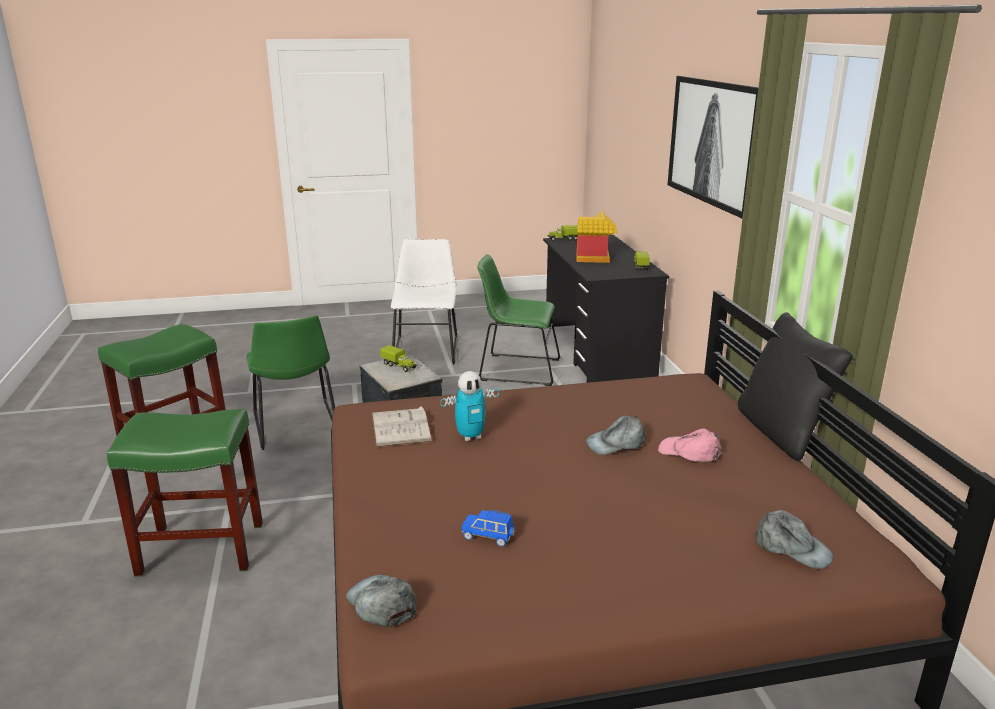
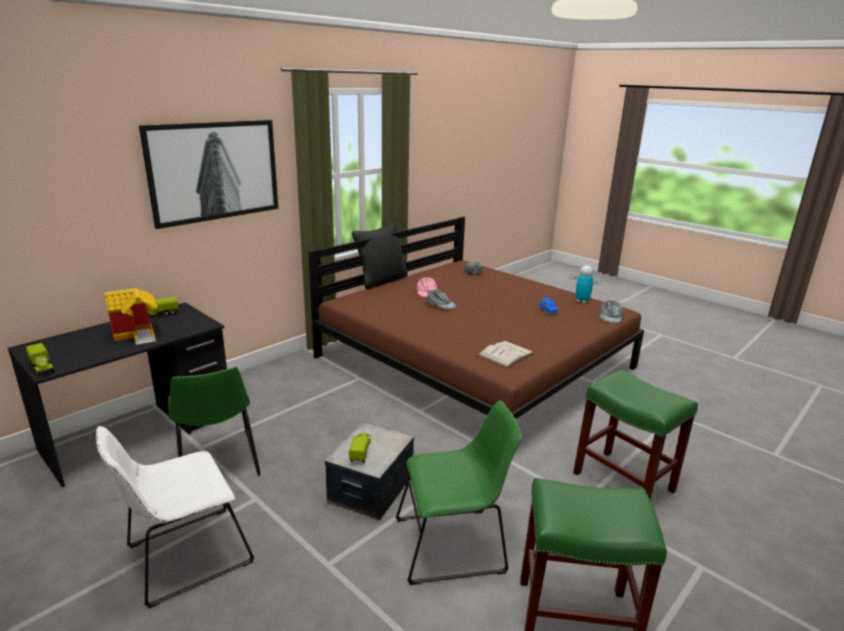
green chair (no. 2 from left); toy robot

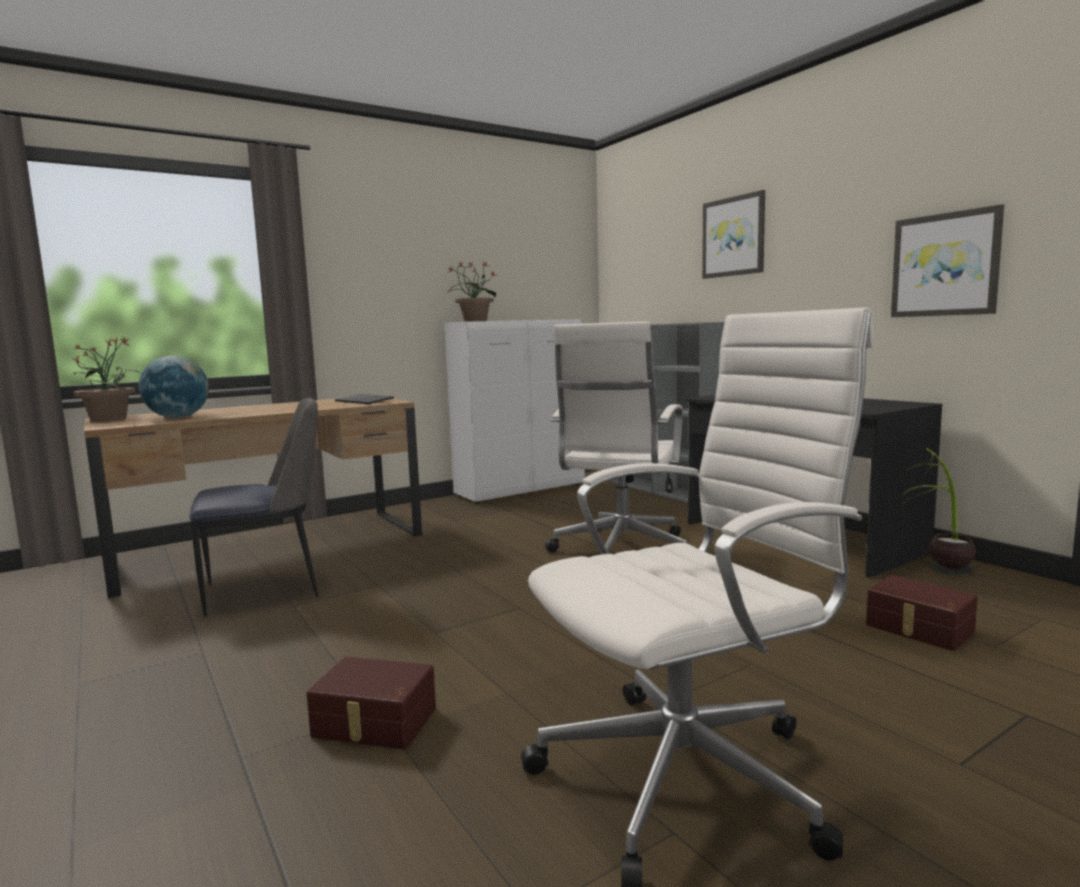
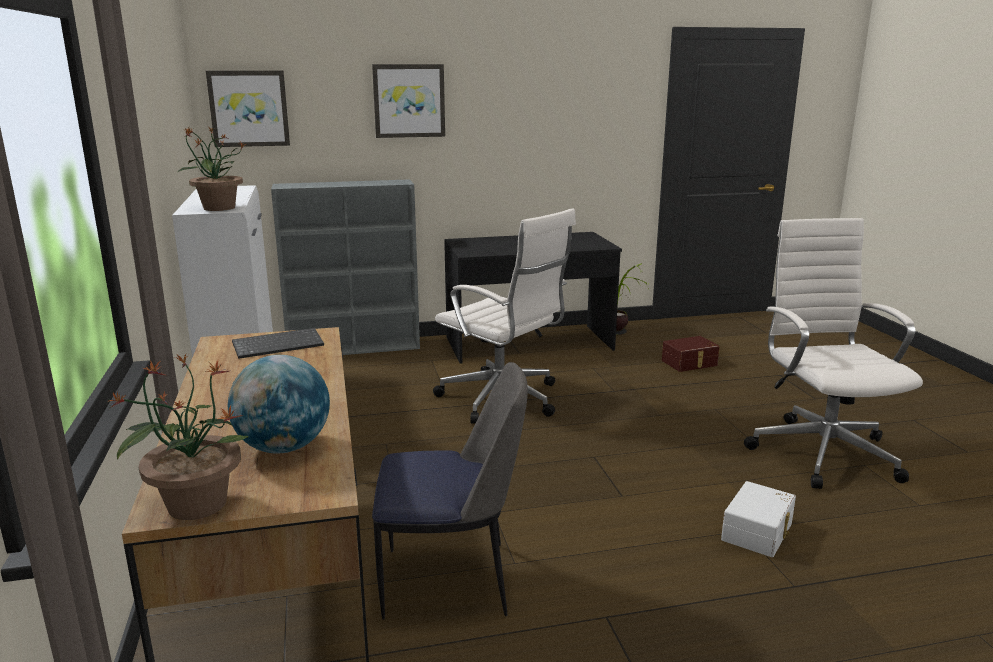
picture (no. 1 from left); chair; white storage box

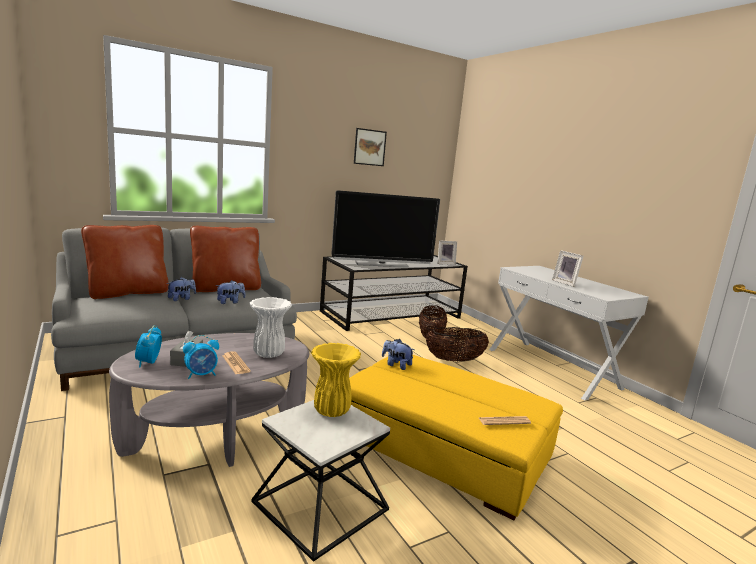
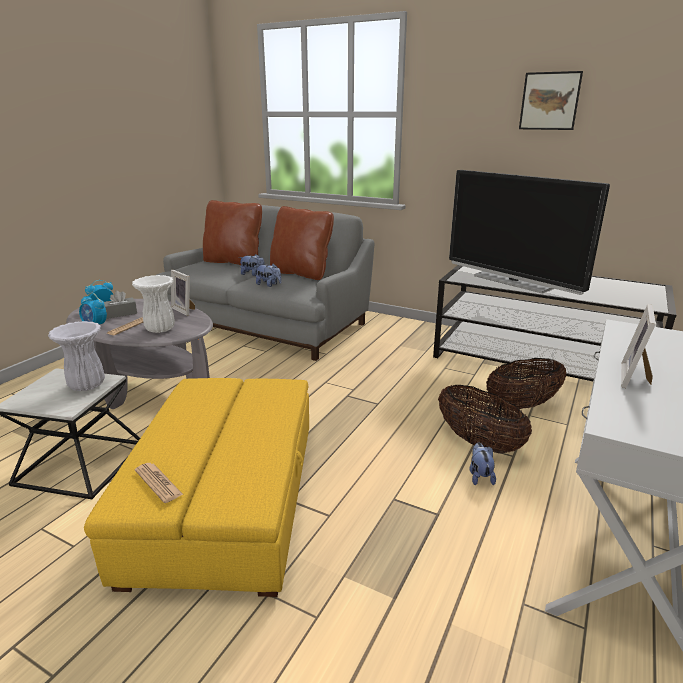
picture frame (no. 1 from left); plush toy (no. 3 from left); white vase (no. 1 from left)

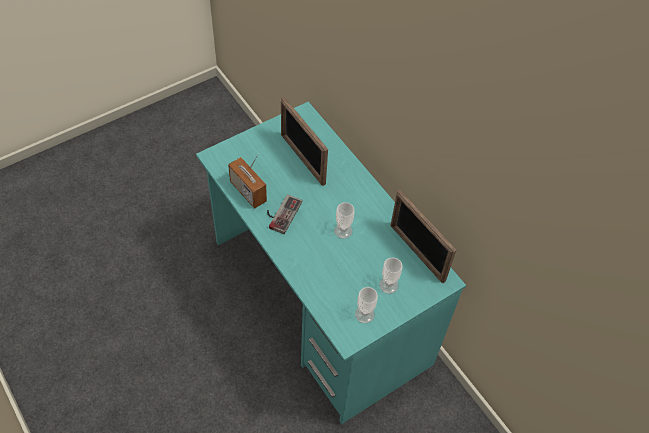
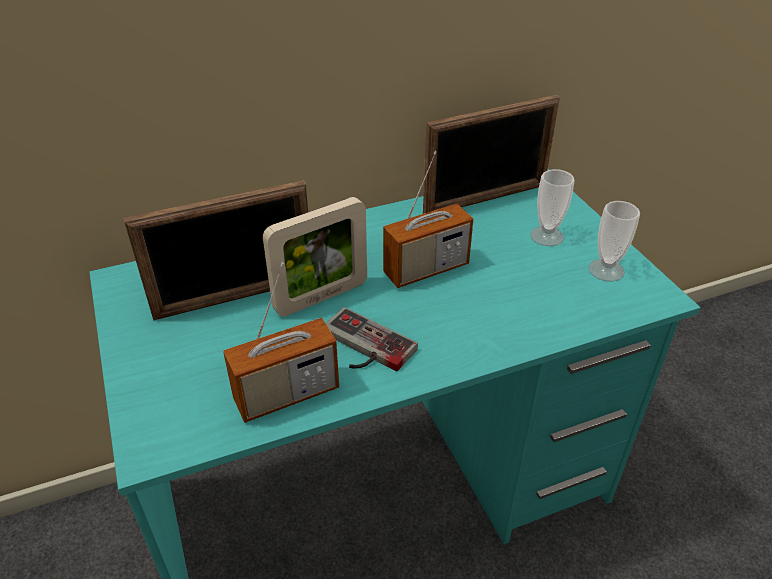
radio (no. 2 from left); picture frame (no. 2 from left)

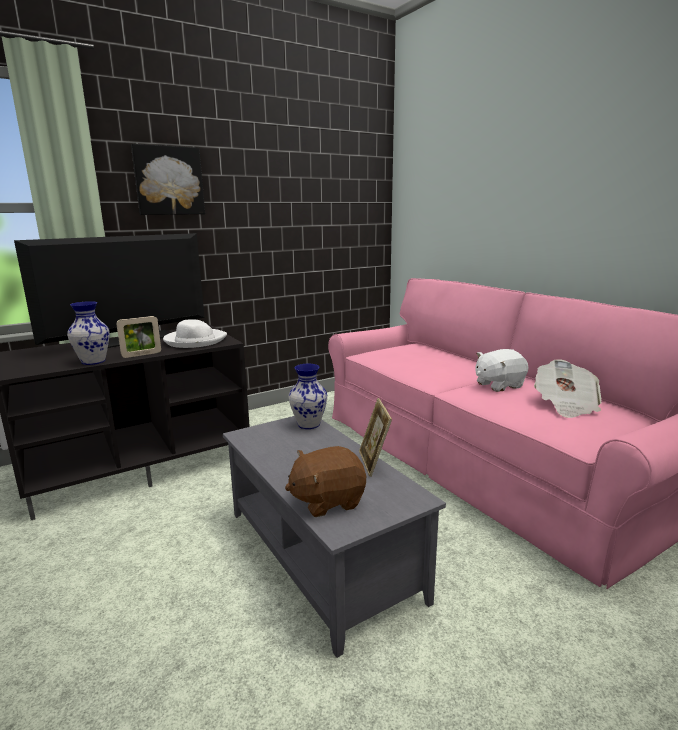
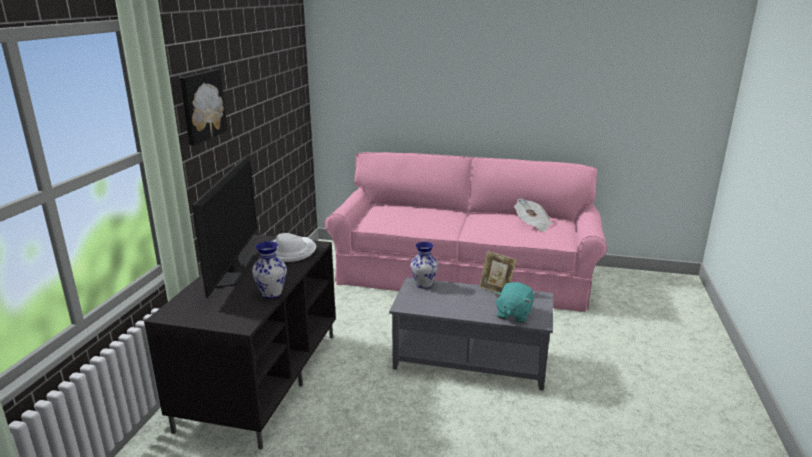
picture frame (no. 1 from left in the first image); white plush toy; turquoise plush toy

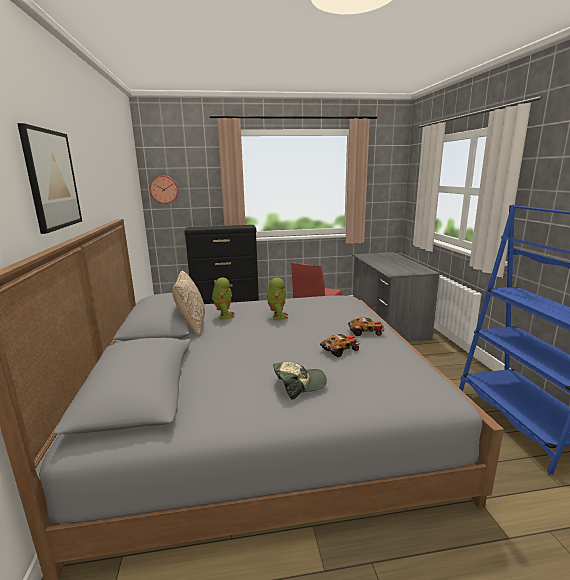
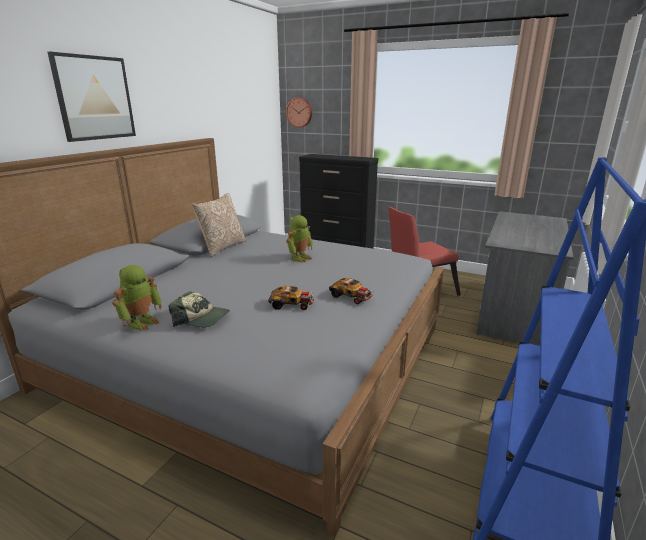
toy robot (no. 1 from left)

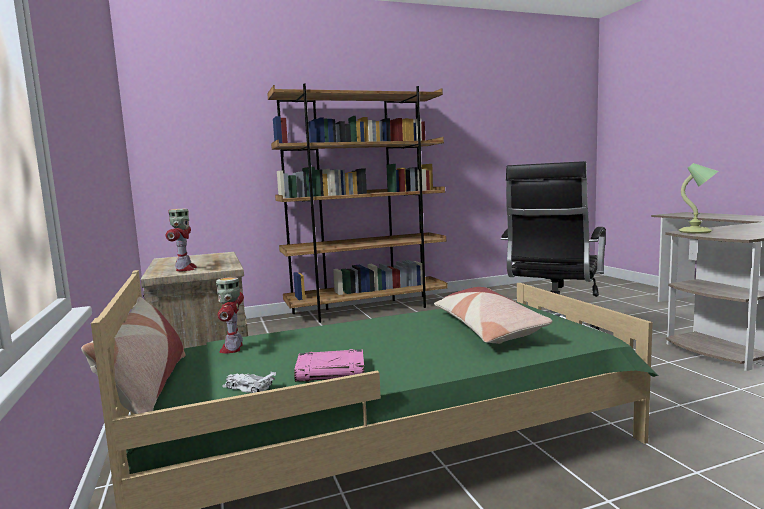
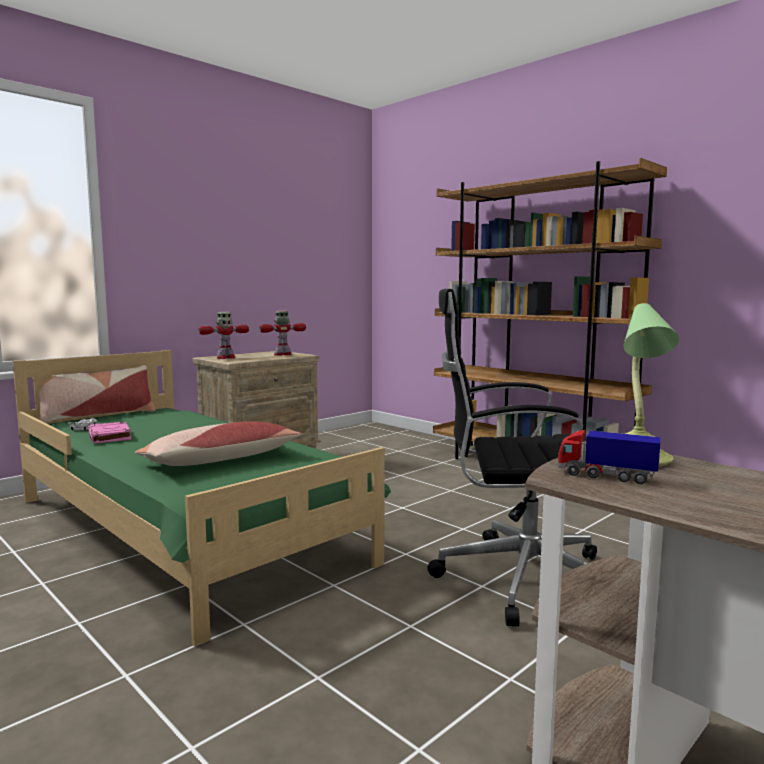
toy robot (no. 2 from left); toy truck

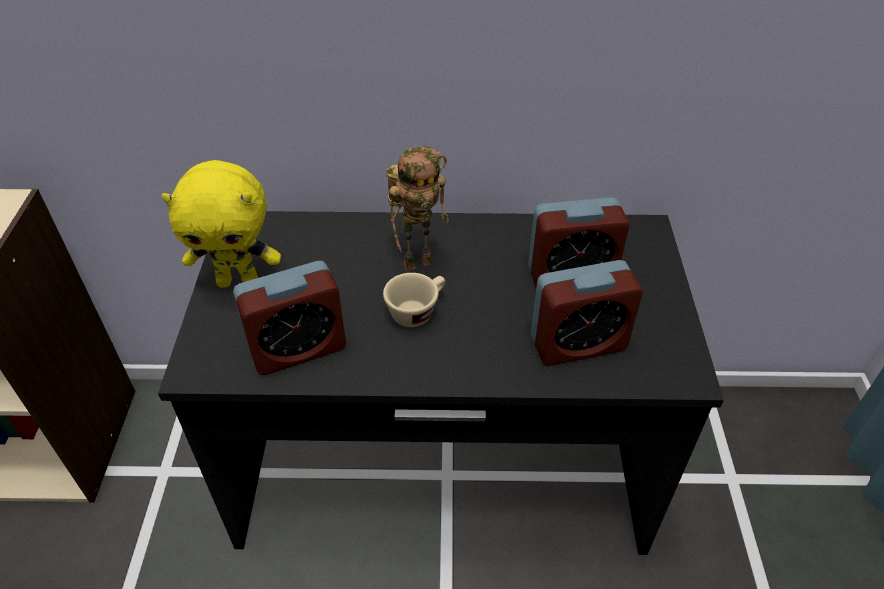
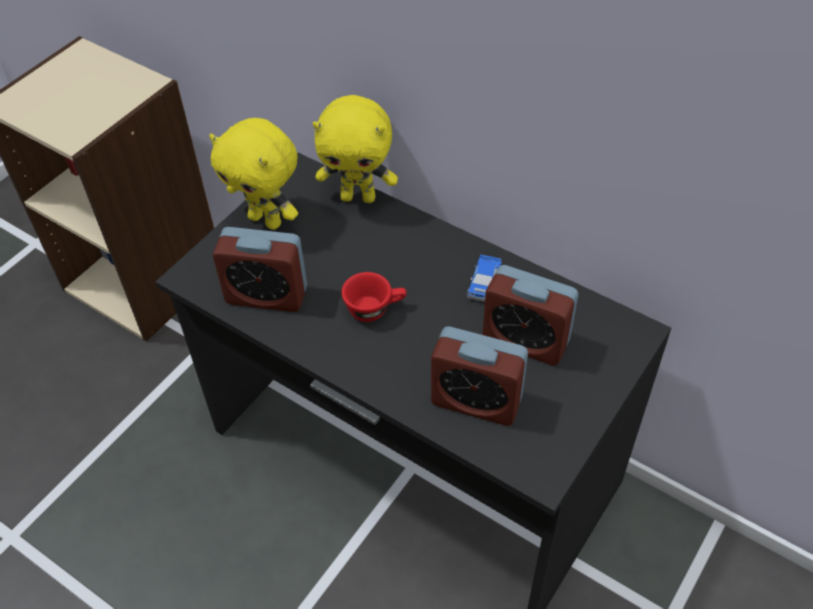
toy robot; red cup; yellow plush toy (no. 2 from left); toy car

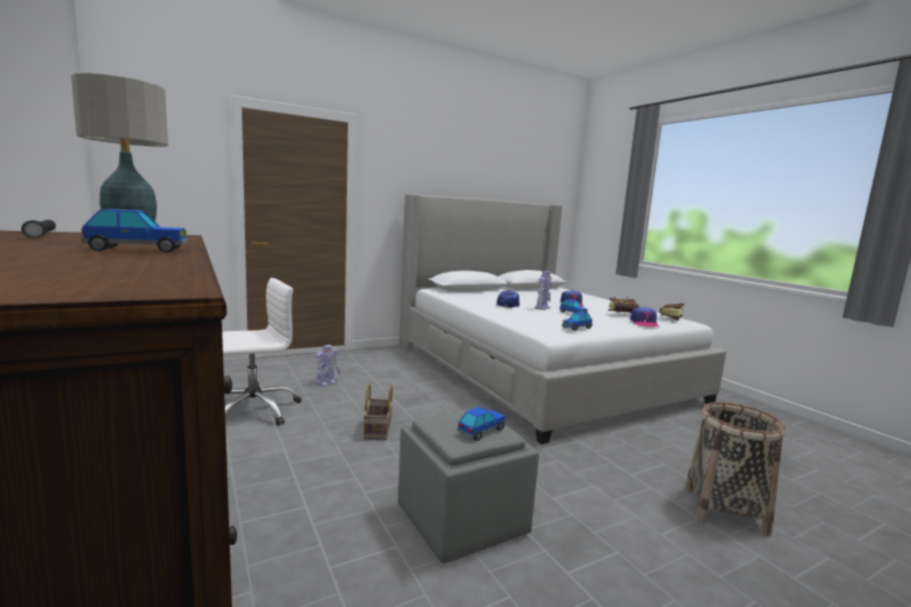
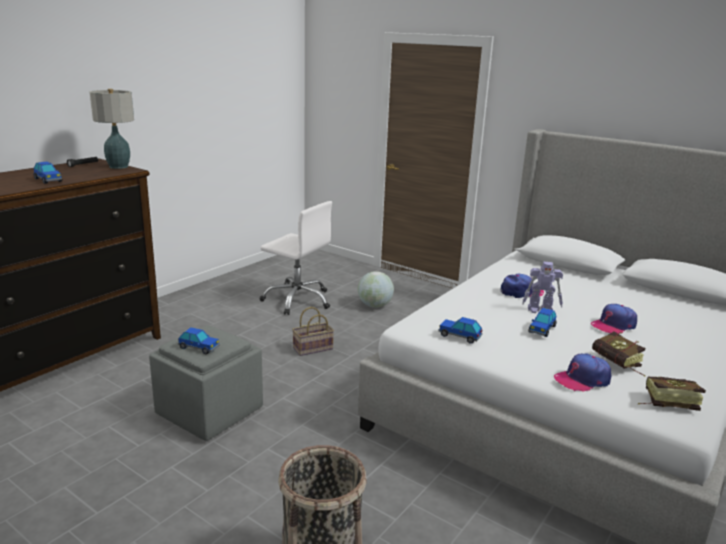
globe

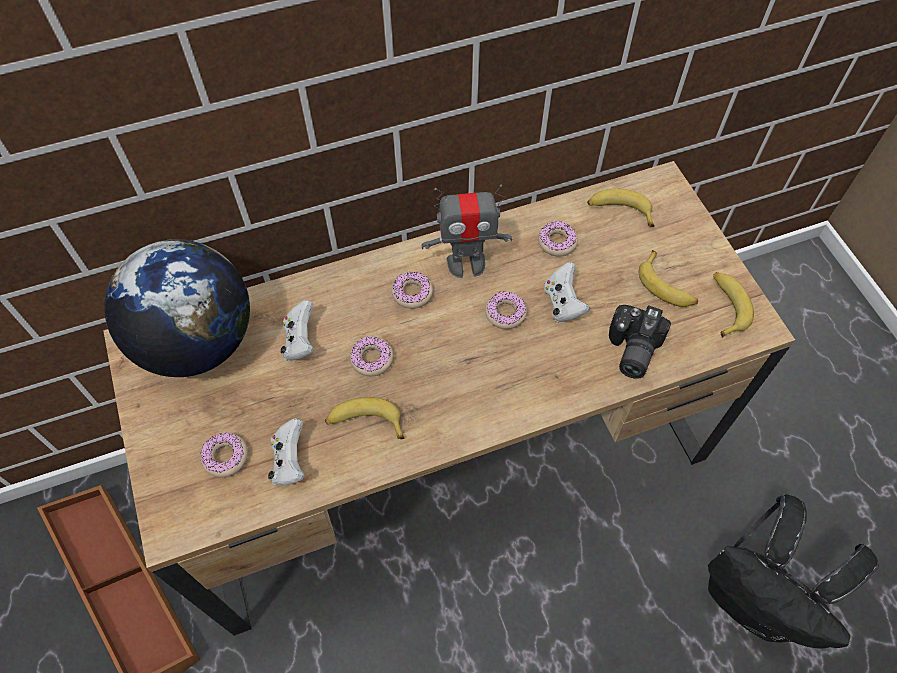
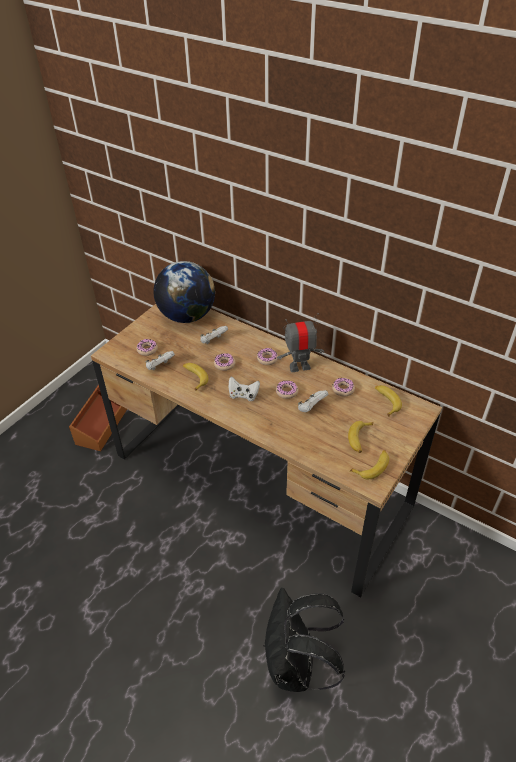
toy robot; photo camera; white game controller (no. 3 from left)

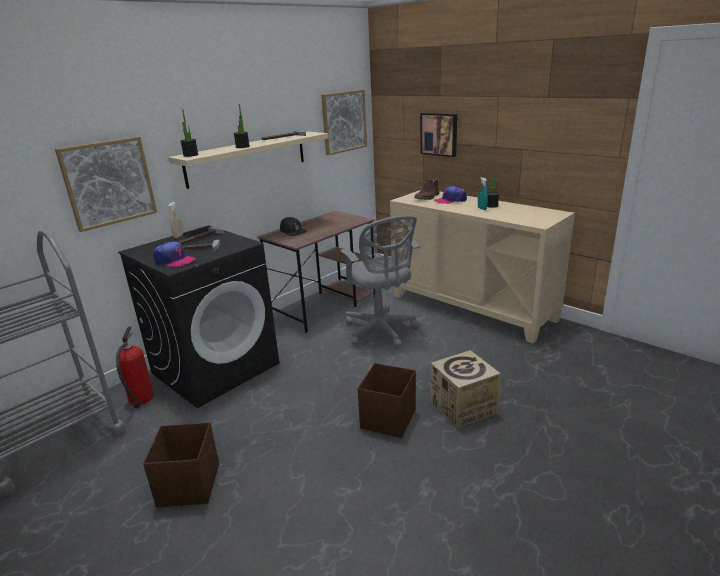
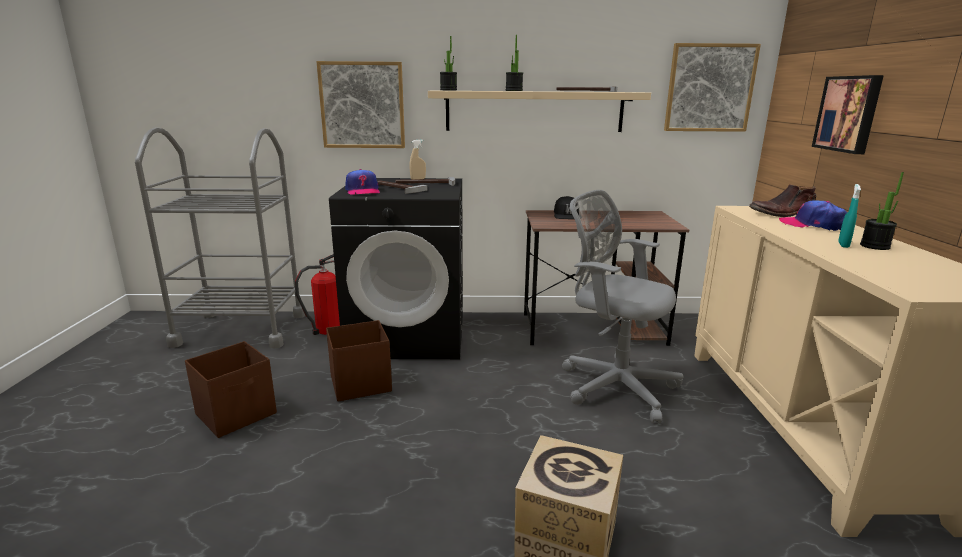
grey office chair; brown storage box (no. 2 from left)

